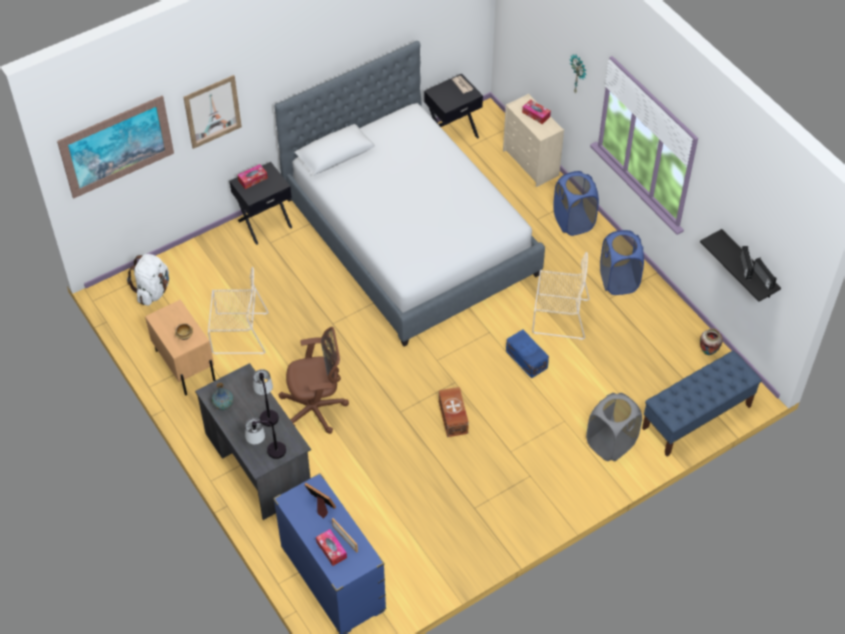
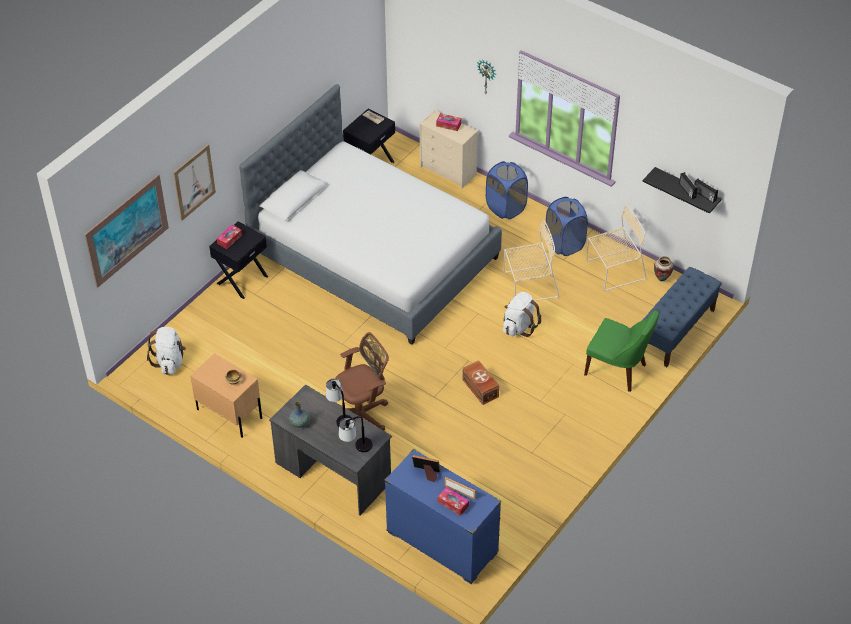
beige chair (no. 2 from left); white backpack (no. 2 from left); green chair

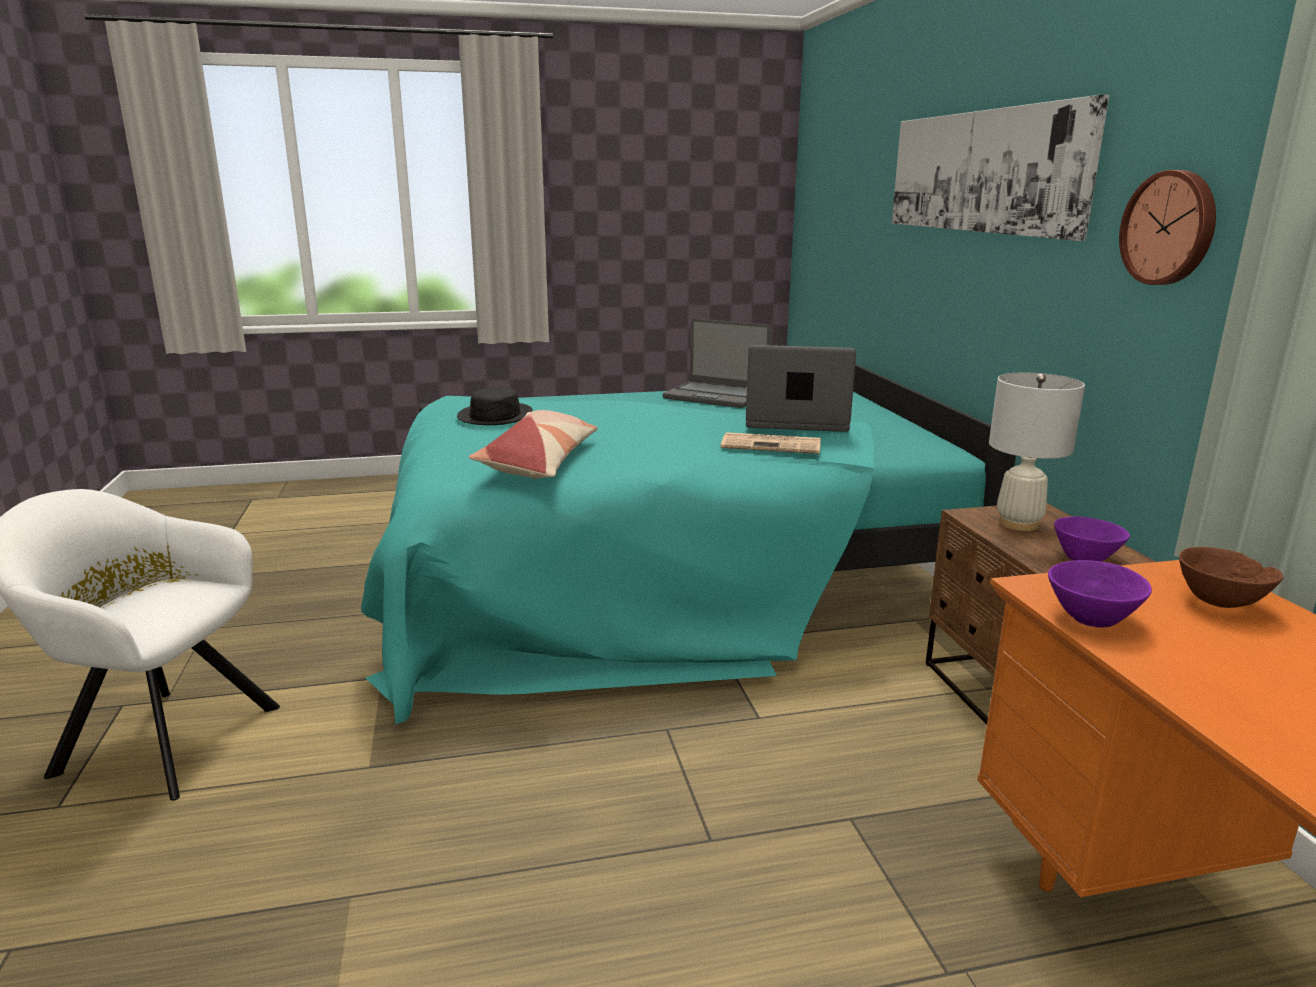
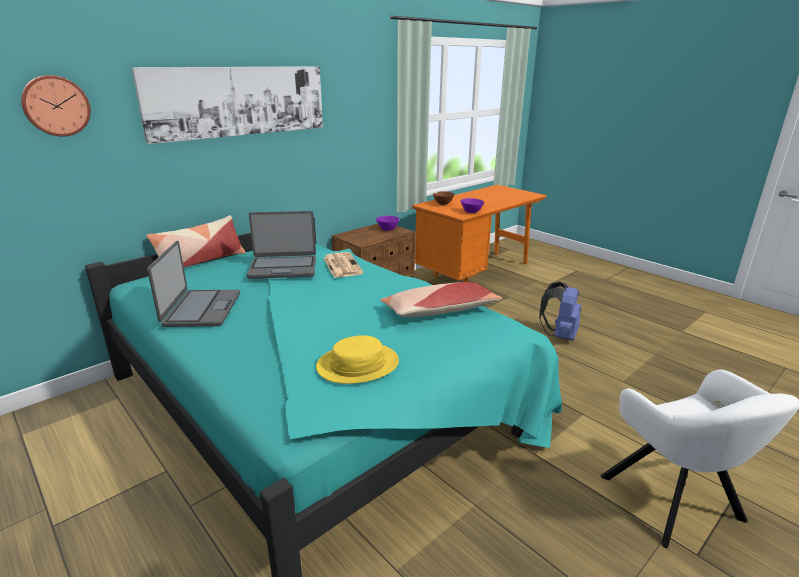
wall clock; laptop (no. 2 from left); white table lamp; yellow hat; pillow (no. 1 from left); blue backpack

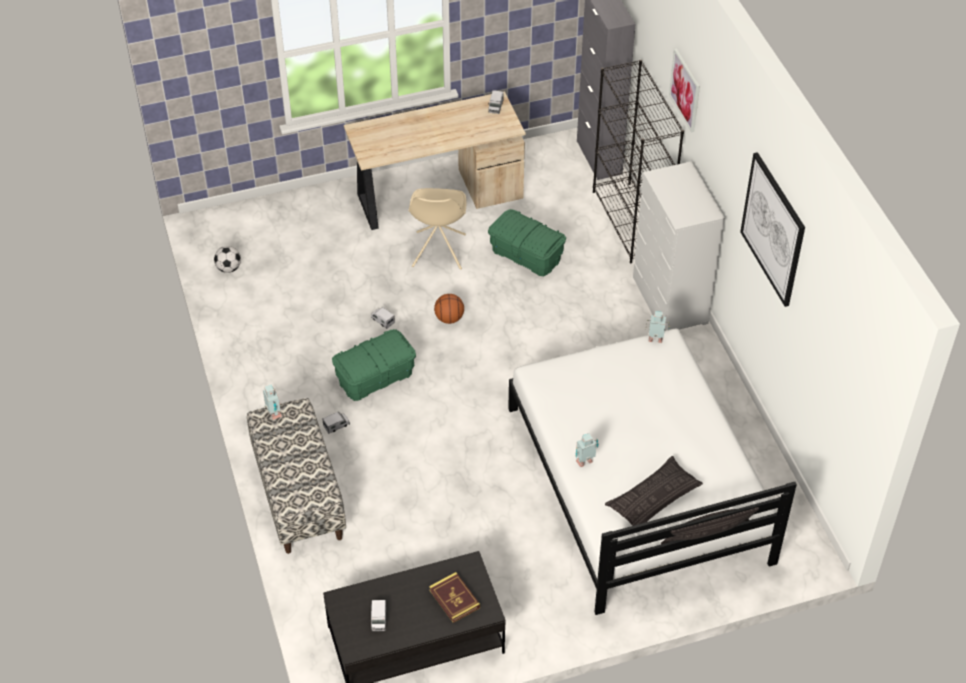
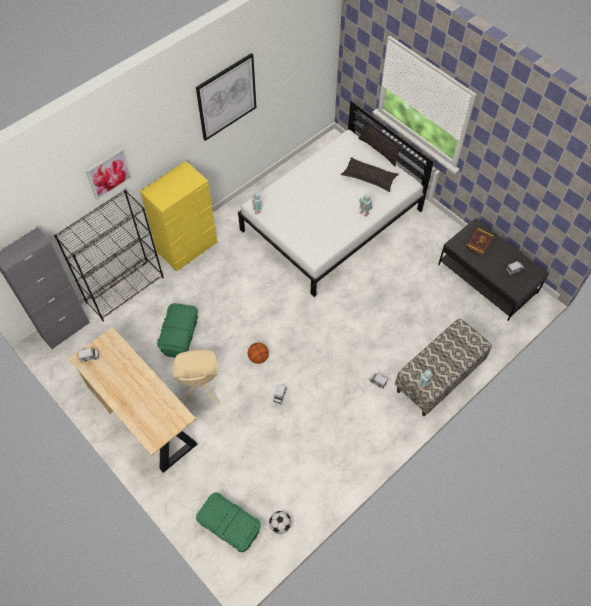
yellow dresser; beige chair; green storage box (no. 2 from left)

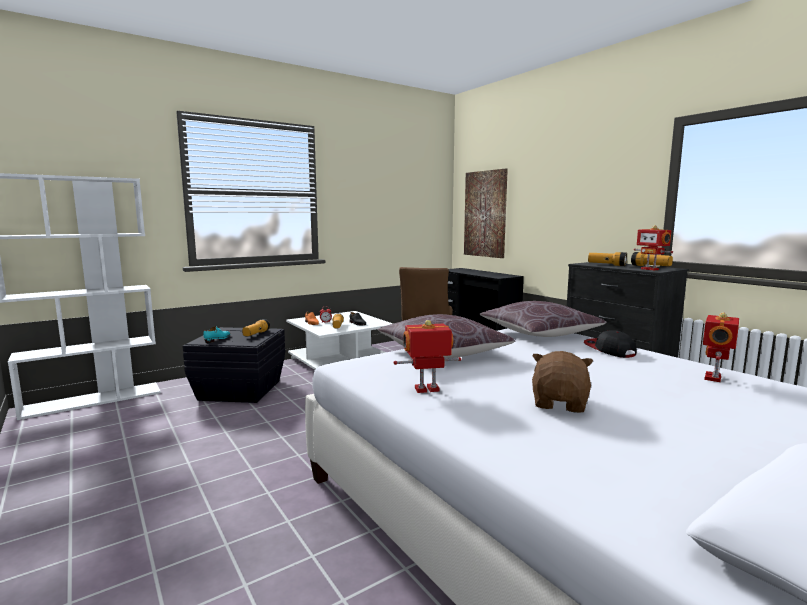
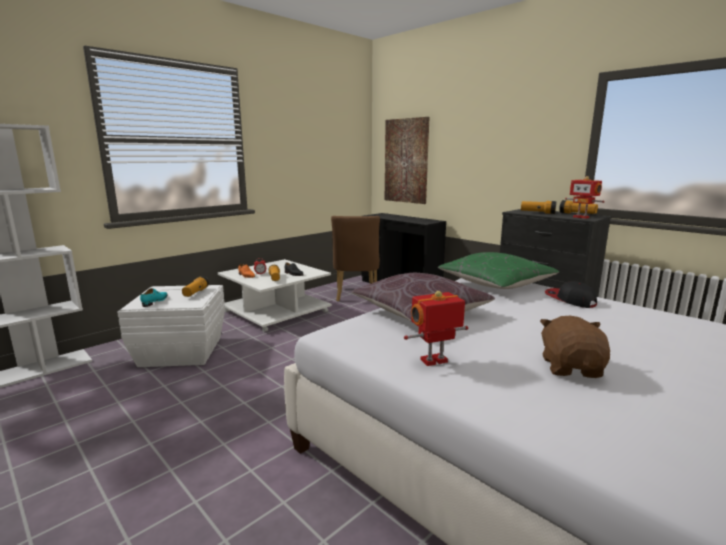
green pillow; toy robot (no. 3 from left in the first image); white storage box

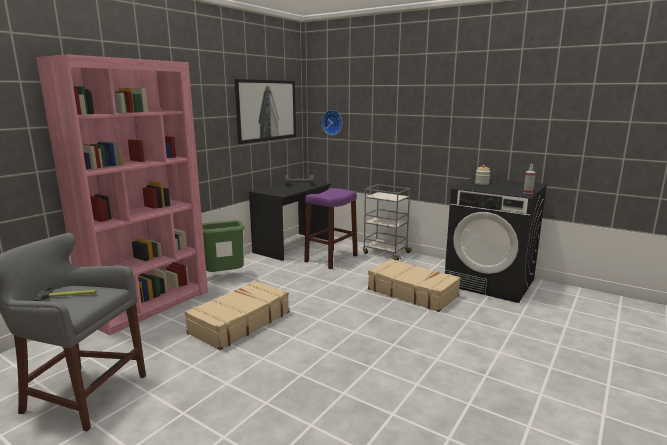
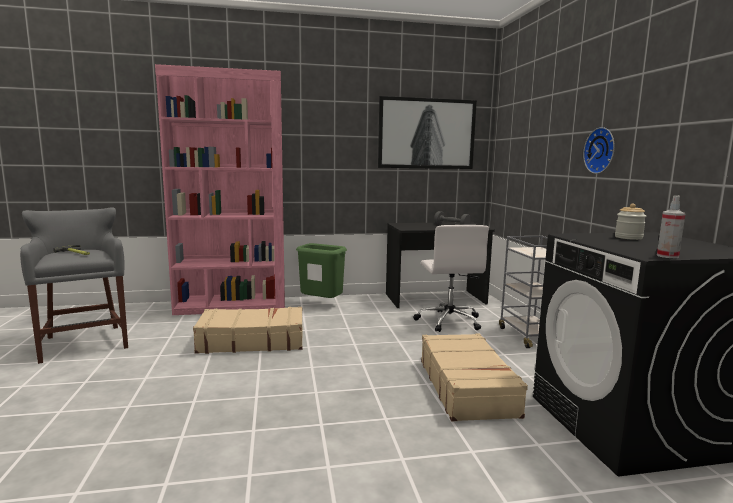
wall clock; white office chair

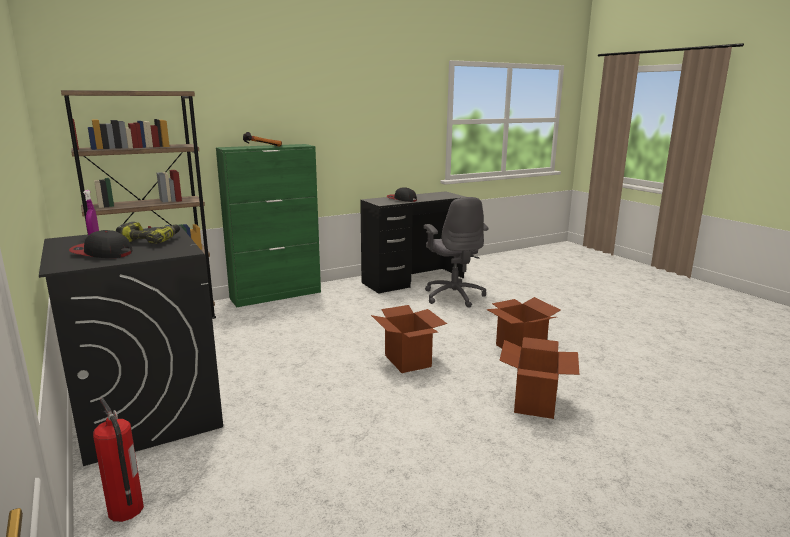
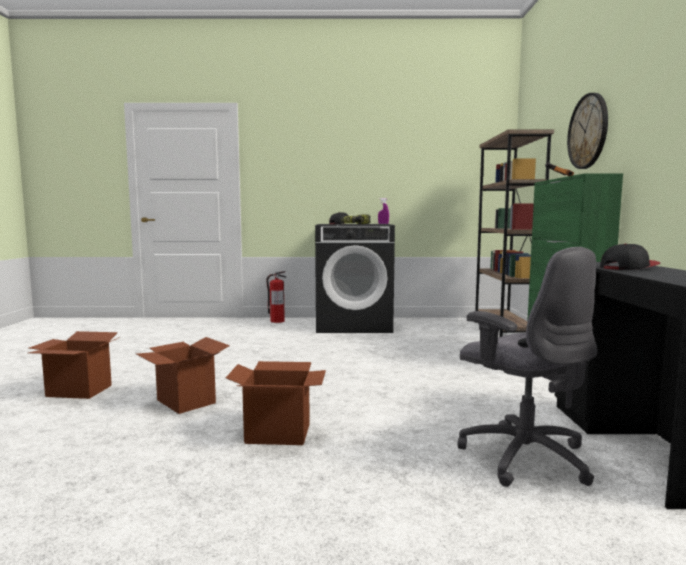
grey office chair; cardboard box (no. 1 from left); wall clock

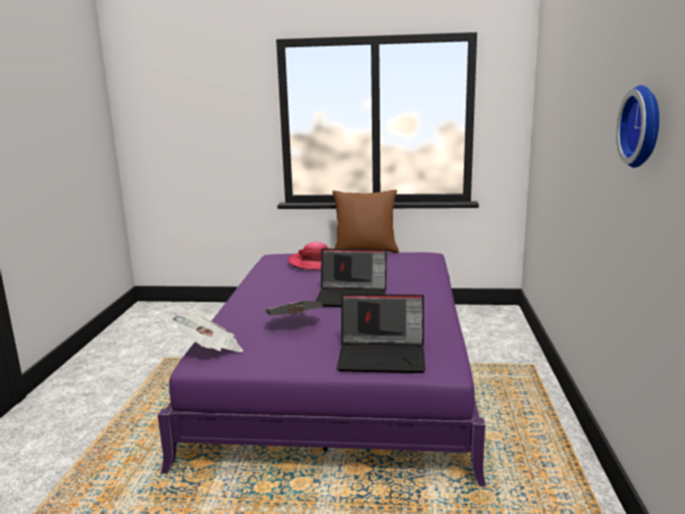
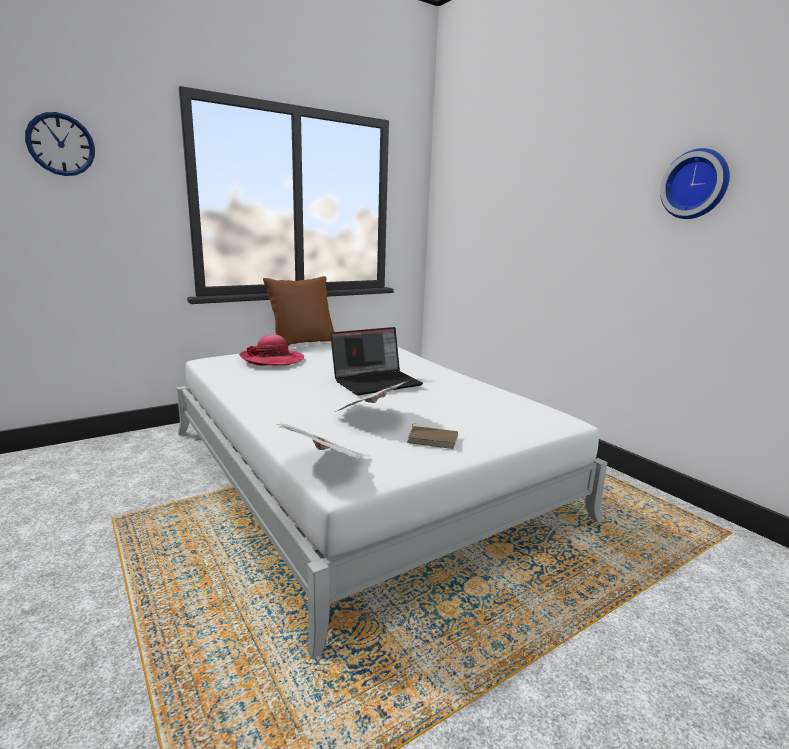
white bed; laptop (no. 2 from left in the first image); wall clock (no. 1 from left); brown book

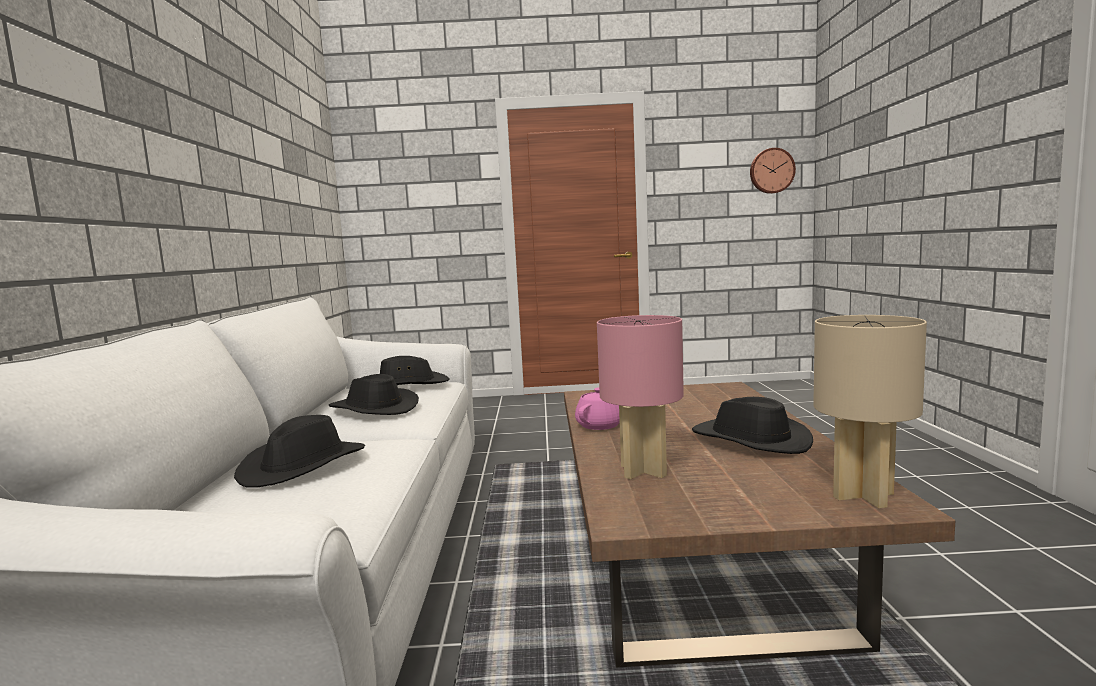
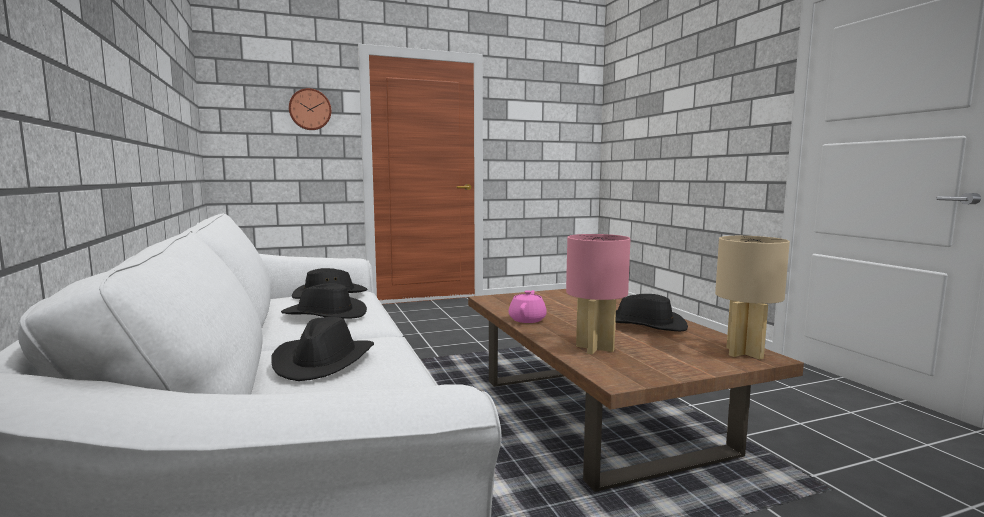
wall clock

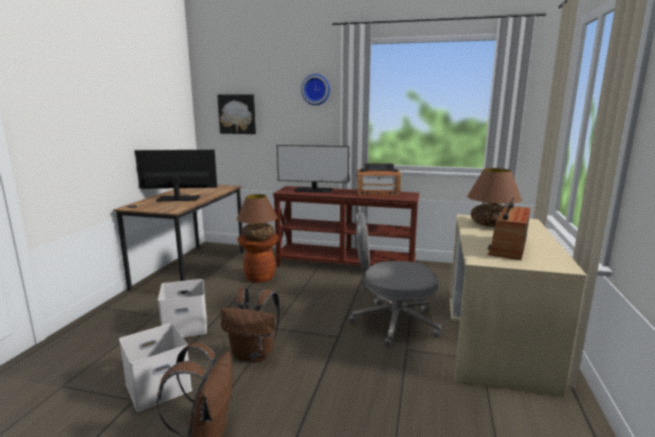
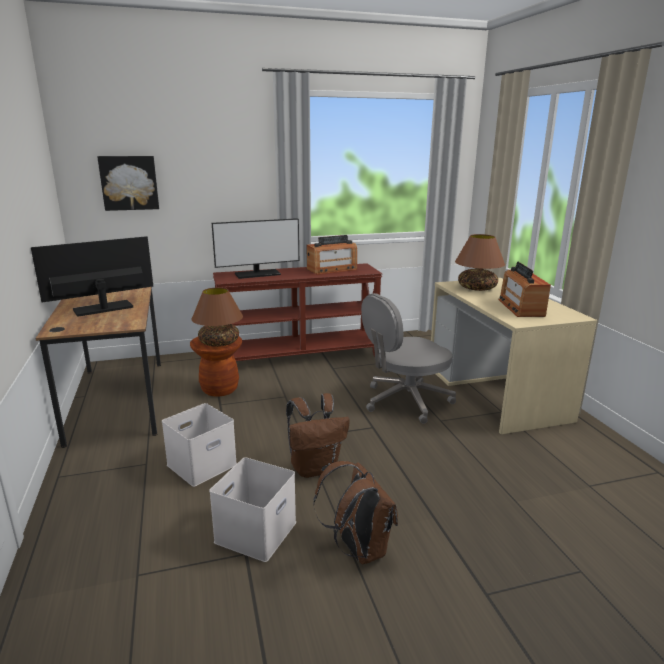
wall clock

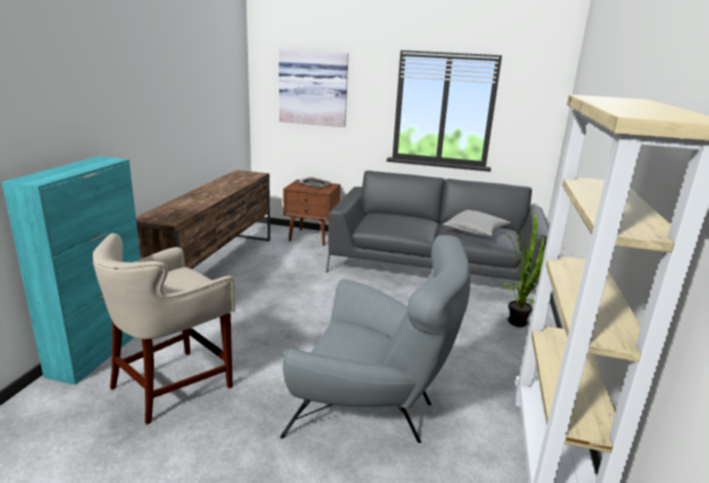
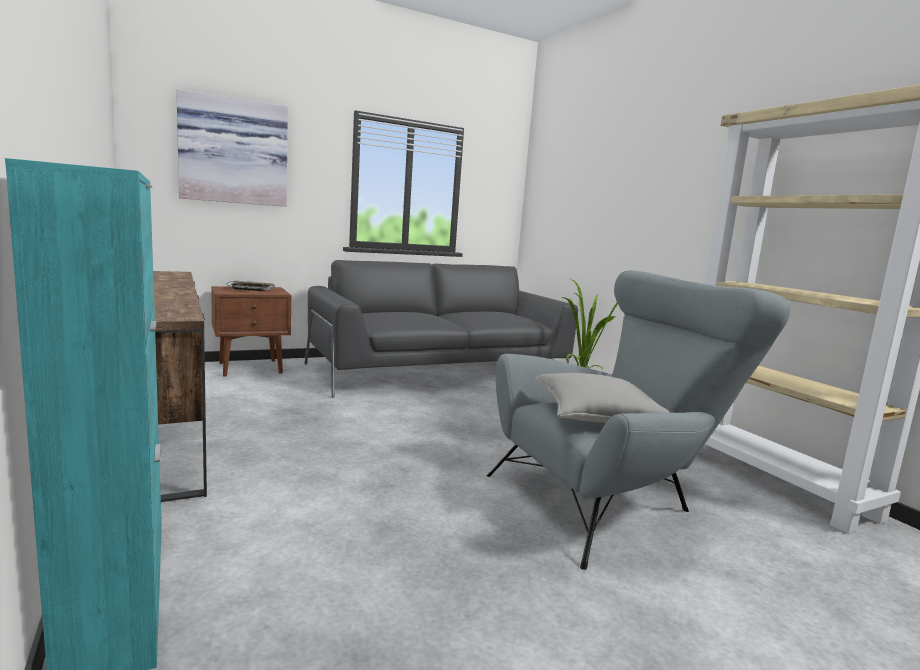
grey pillow; beige stool

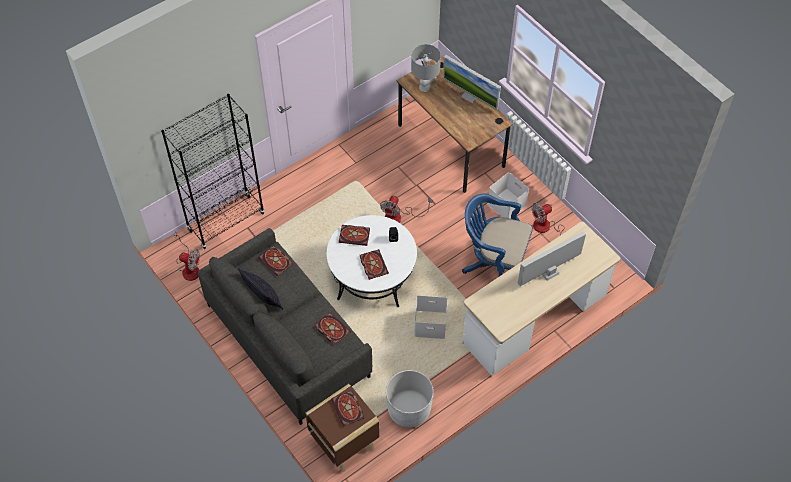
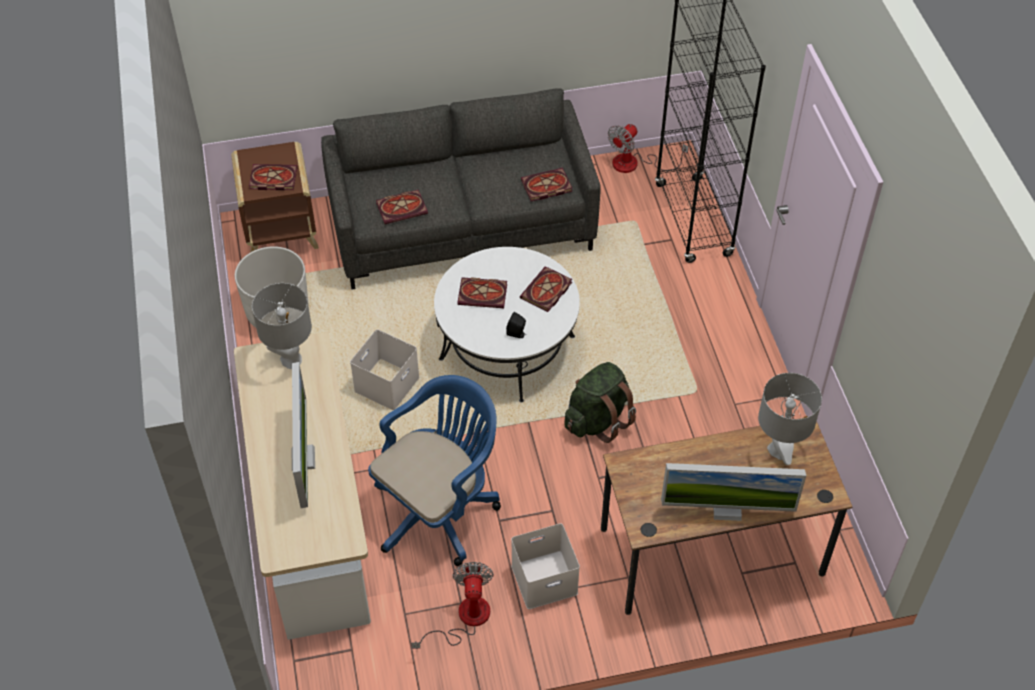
monitor (no. 2 from left); green backpack; pillow; grey table lamp (no. 1 from left)

